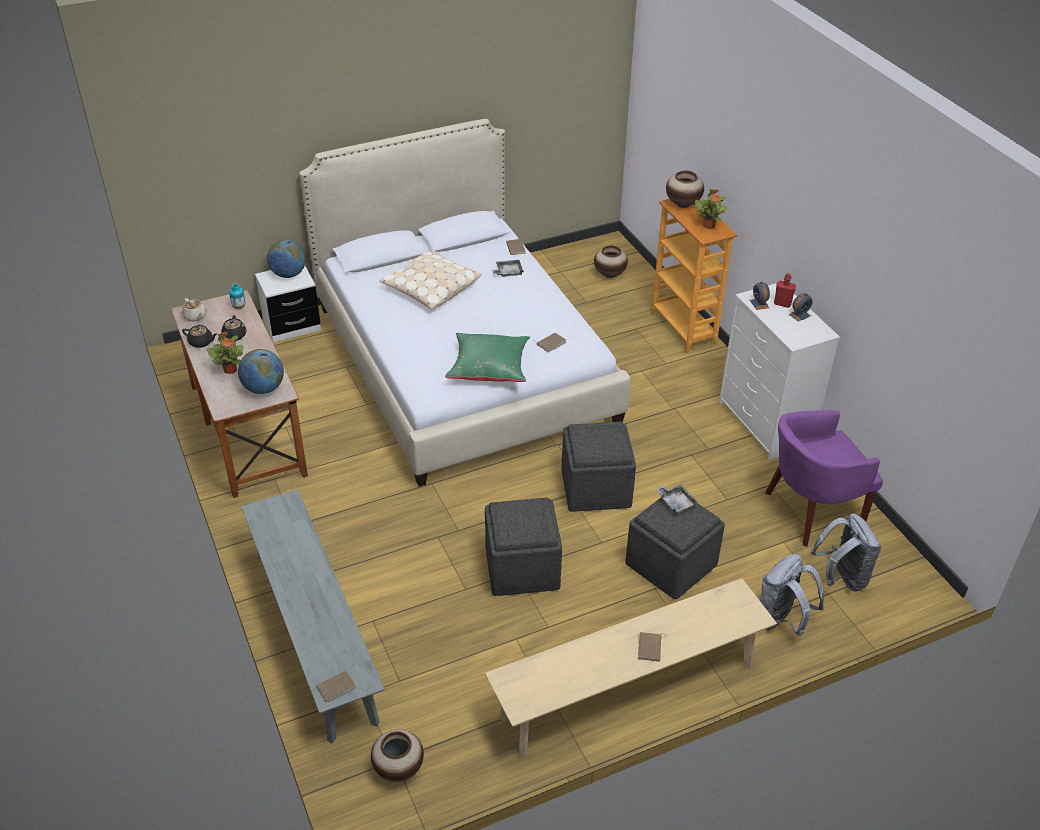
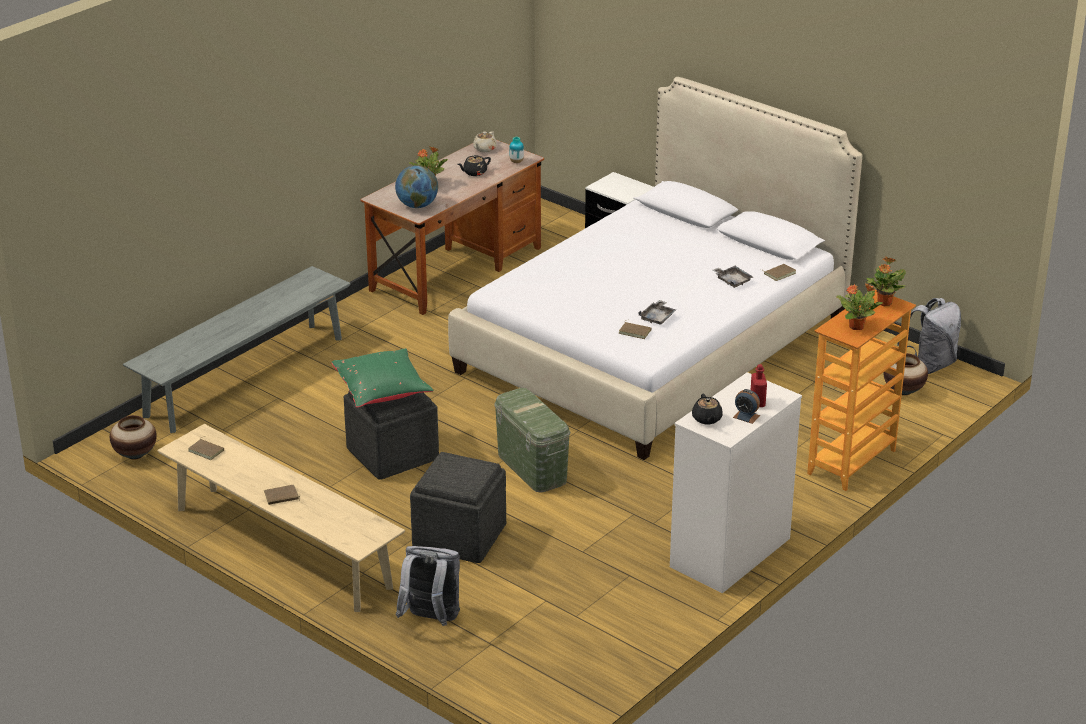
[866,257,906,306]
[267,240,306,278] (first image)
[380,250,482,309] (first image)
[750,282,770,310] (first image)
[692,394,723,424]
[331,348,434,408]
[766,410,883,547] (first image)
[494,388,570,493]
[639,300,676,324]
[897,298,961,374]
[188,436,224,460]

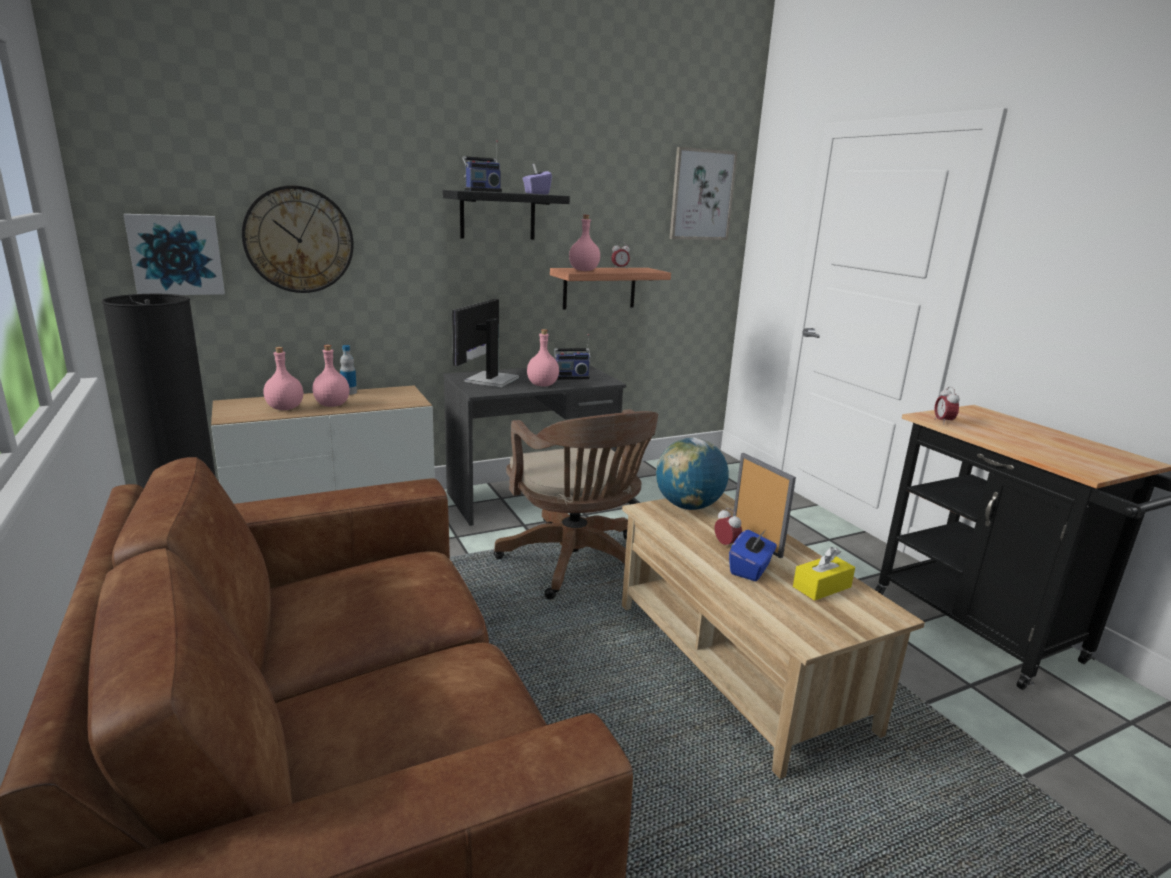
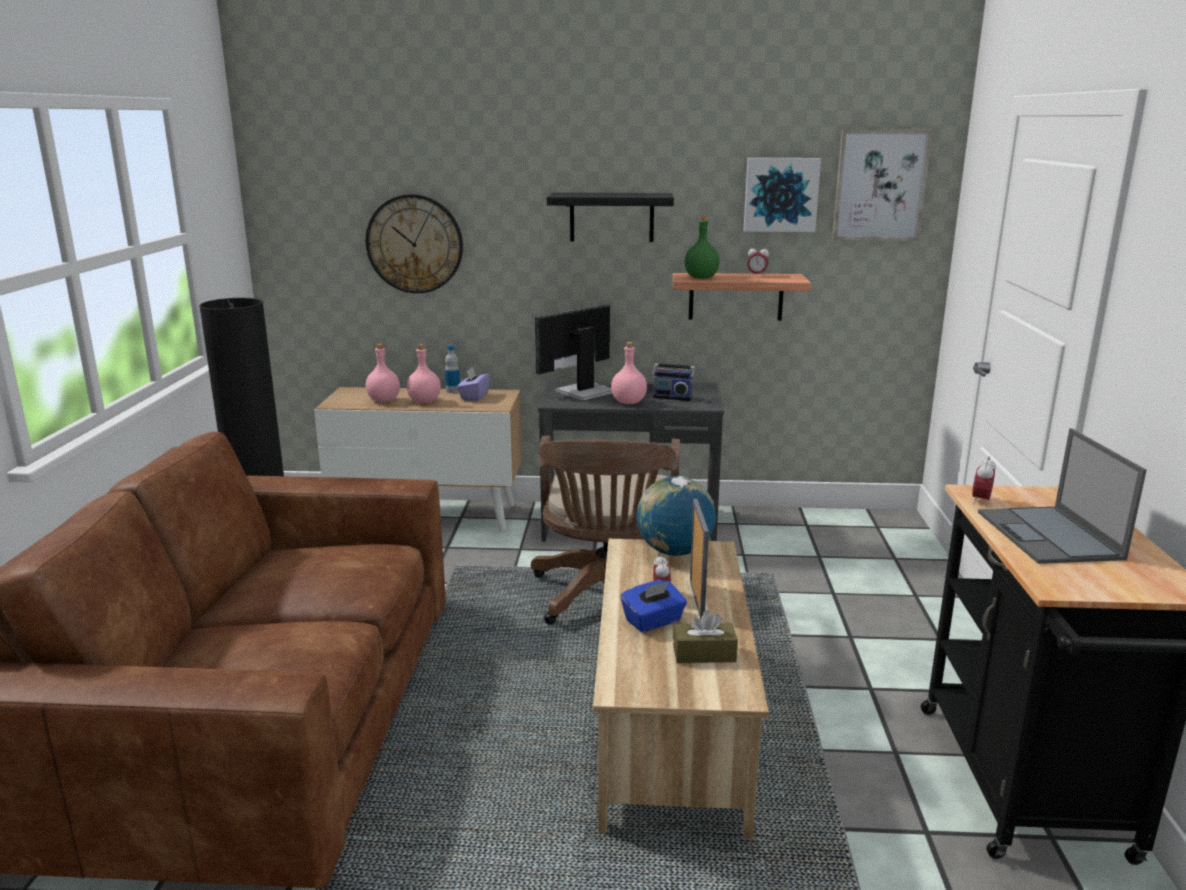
[462,140,502,192] (first image)
[457,367,490,401]
[744,158,821,232]
[685,216,720,279]
[673,610,738,663]
[978,428,1147,564]

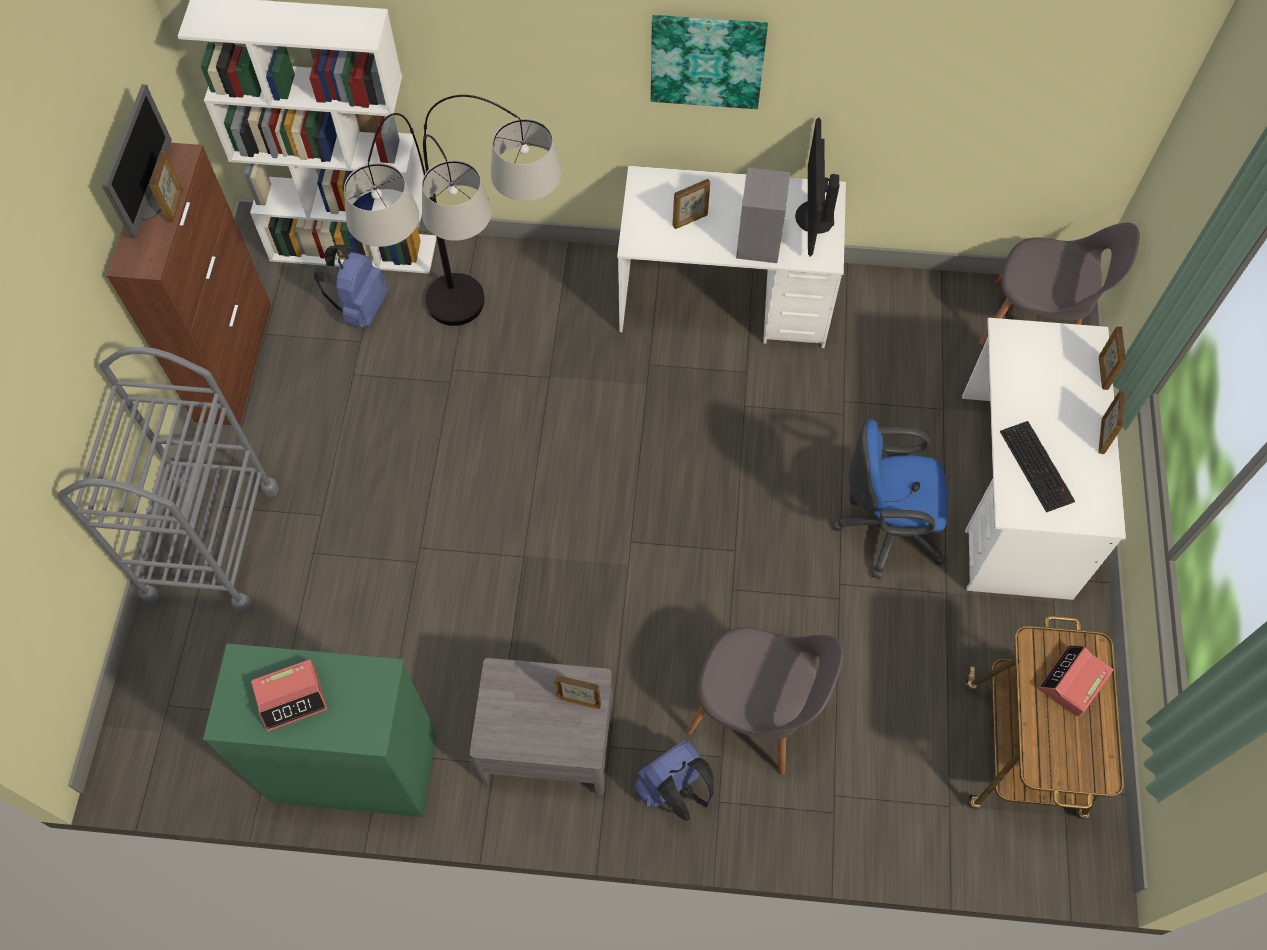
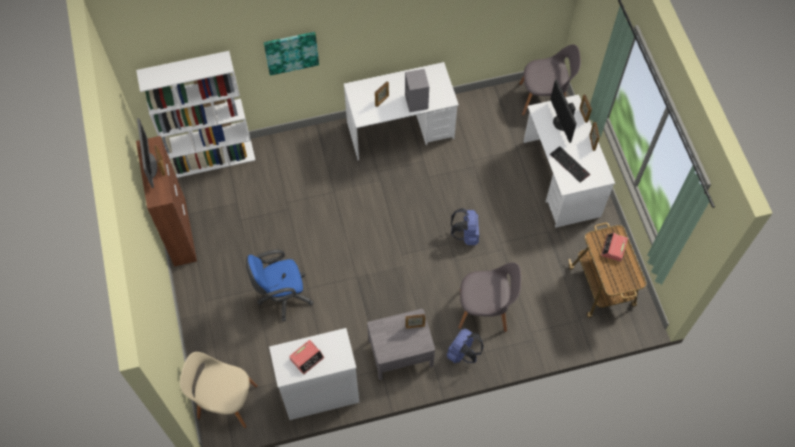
[264,32,319,76]
[344,95,562,326] (first image)
[550,80,577,143]
[451,208,479,245]
[58,347,279,613] (first image)
[246,250,314,321]
[269,328,360,420]
[180,352,258,428]

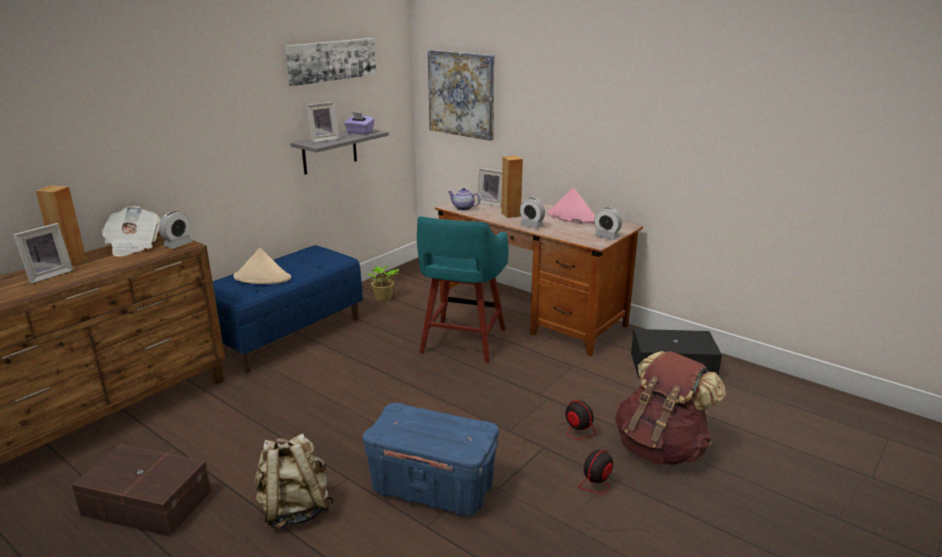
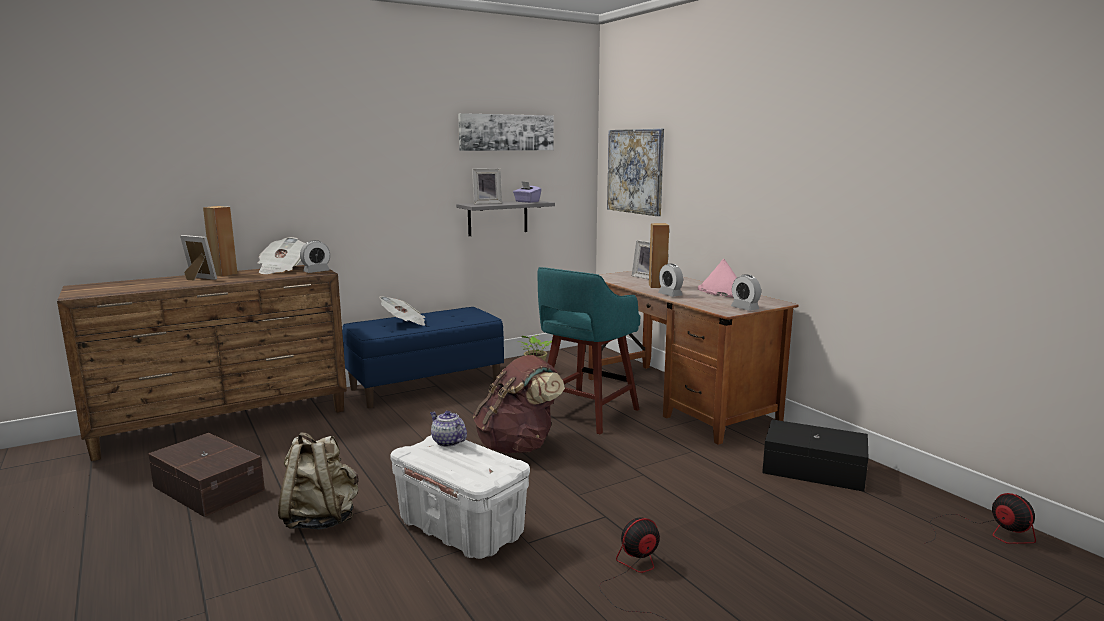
[430,411,467,447]
[180,235,217,280]
[379,296,425,326]
[473,355,565,453]
[924,493,1036,544]
[390,435,530,559]

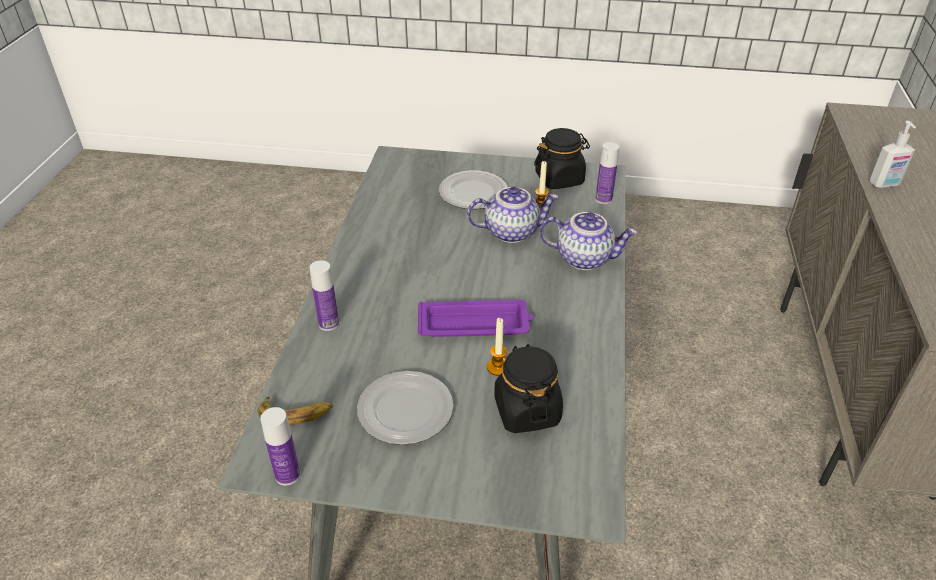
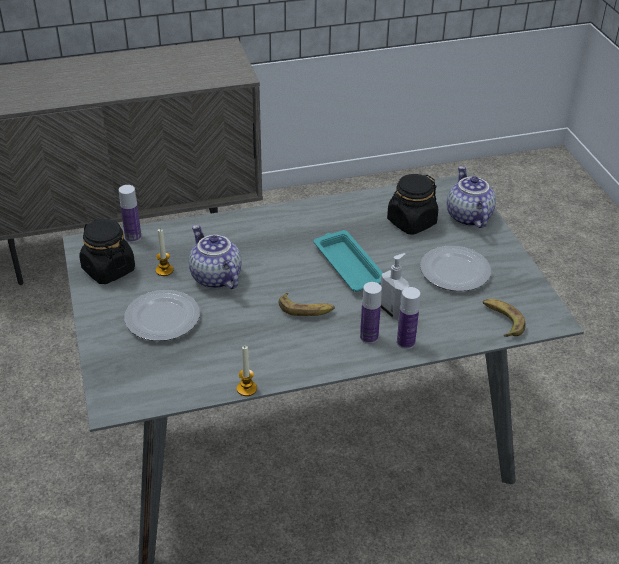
[381,253,409,321]
[447,166,496,228]
[313,230,383,292]
[237,346,257,396]
[360,282,382,344]
[279,293,335,316]

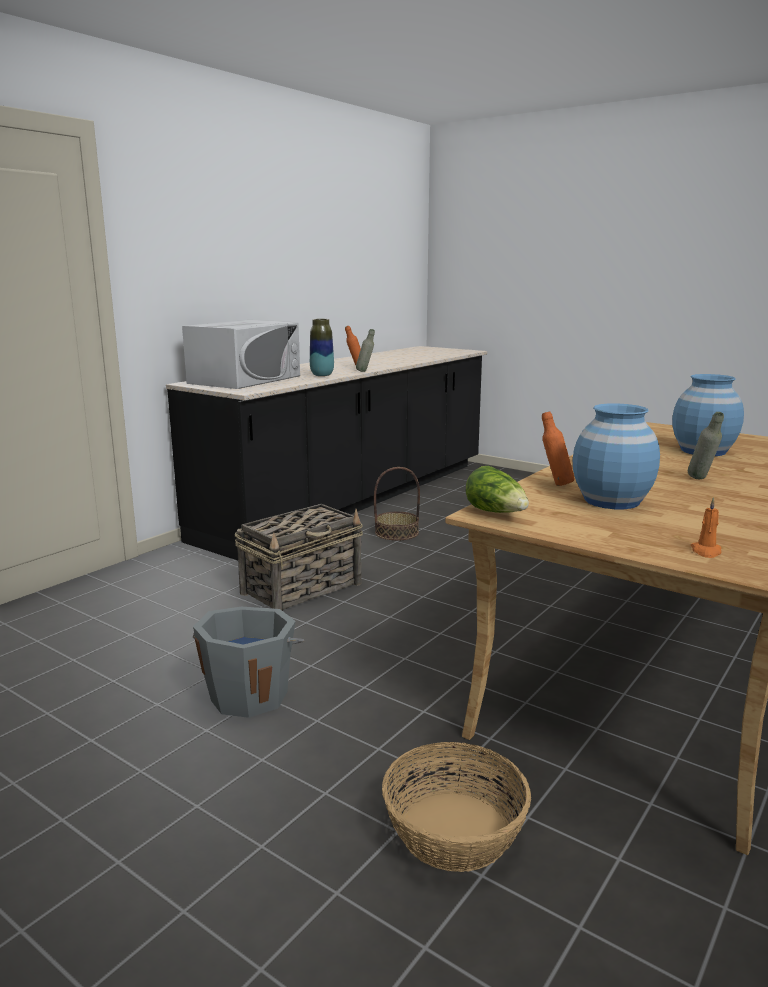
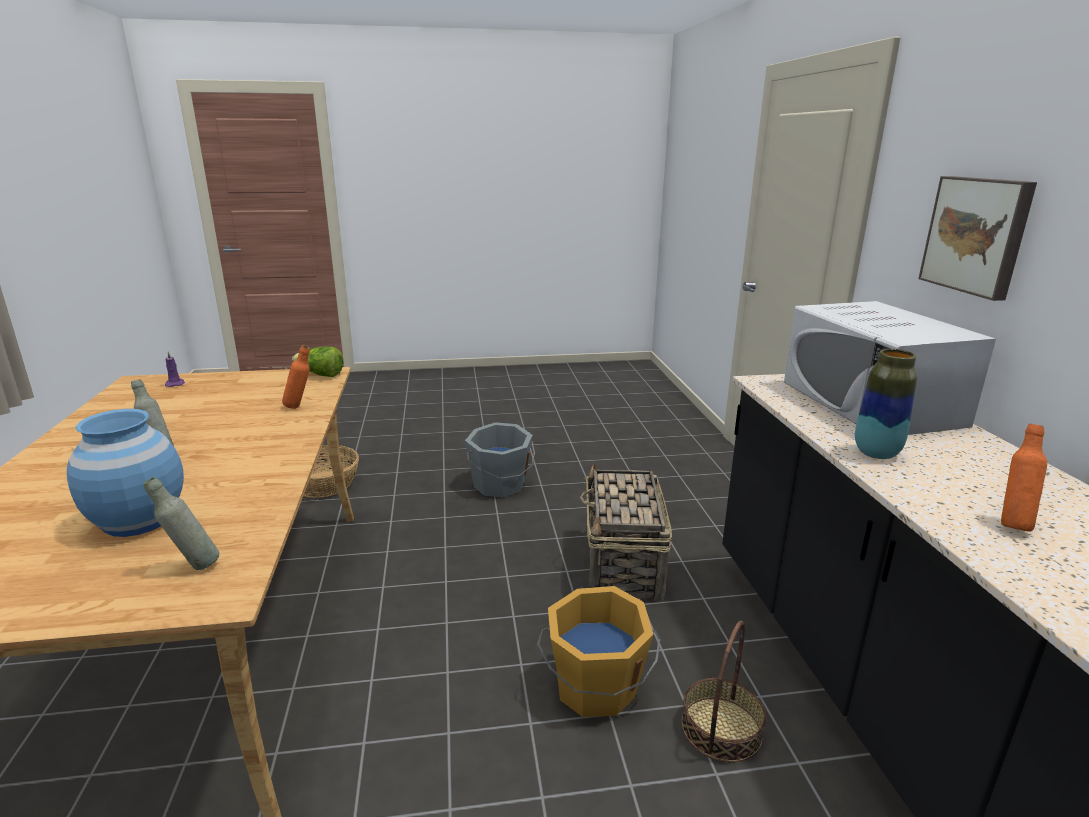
[144,477,219,570]
[573,403,660,509] (first image)
[165,351,185,387]
[918,176,1037,301]
[537,586,660,717]

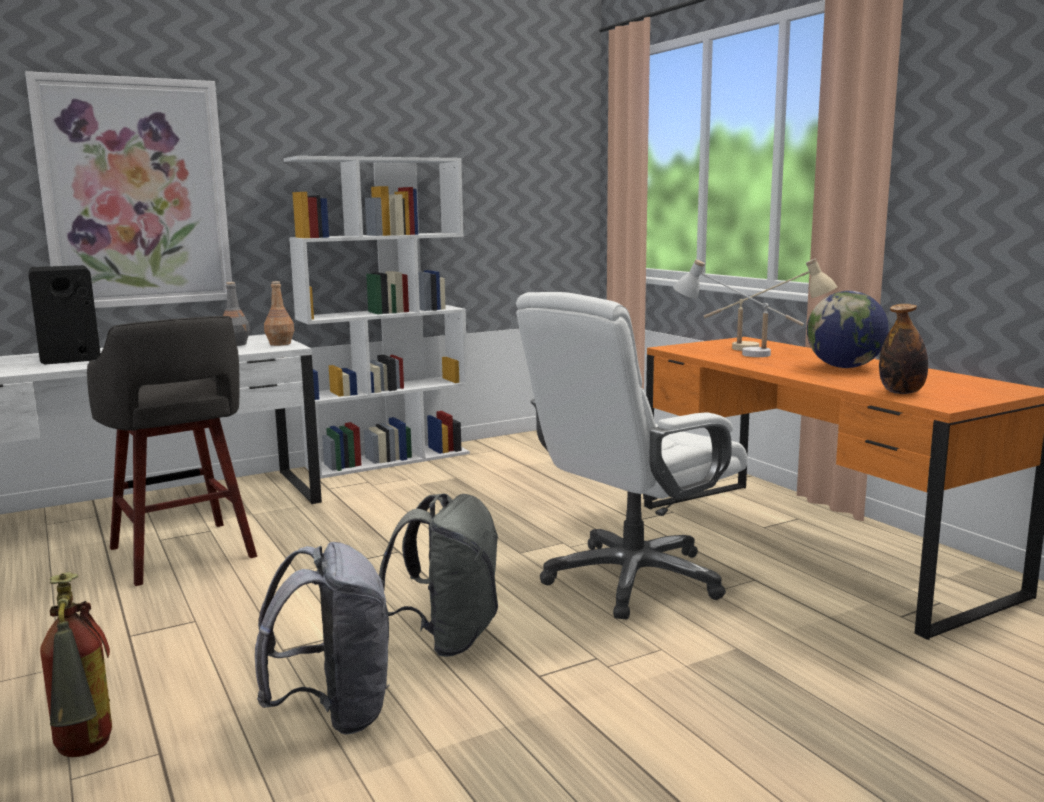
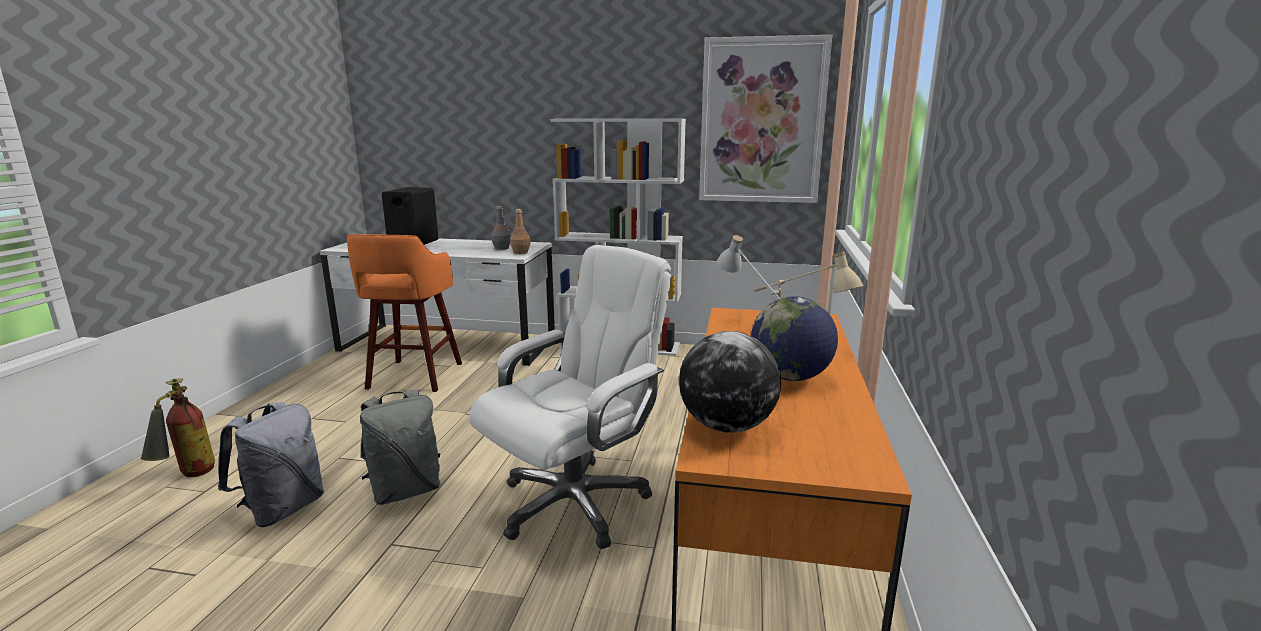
[699,35,832,203]
[469,245,671,549]
[679,331,781,433]
[347,234,462,392]

